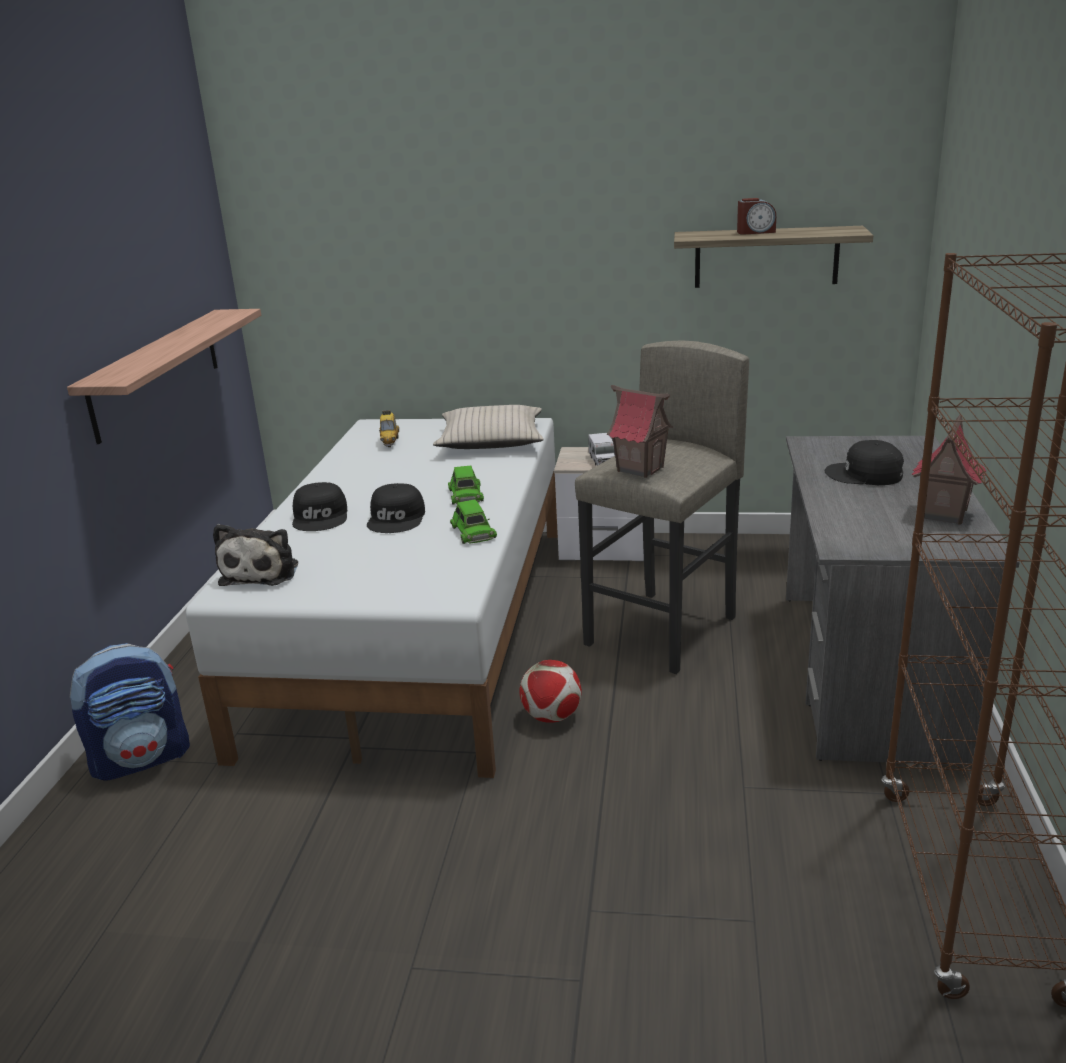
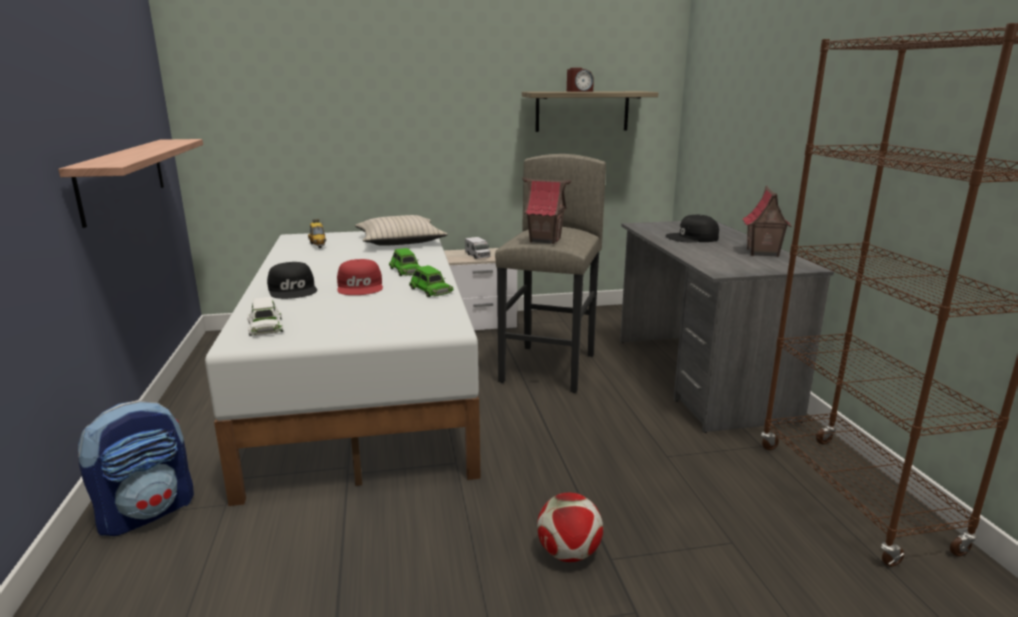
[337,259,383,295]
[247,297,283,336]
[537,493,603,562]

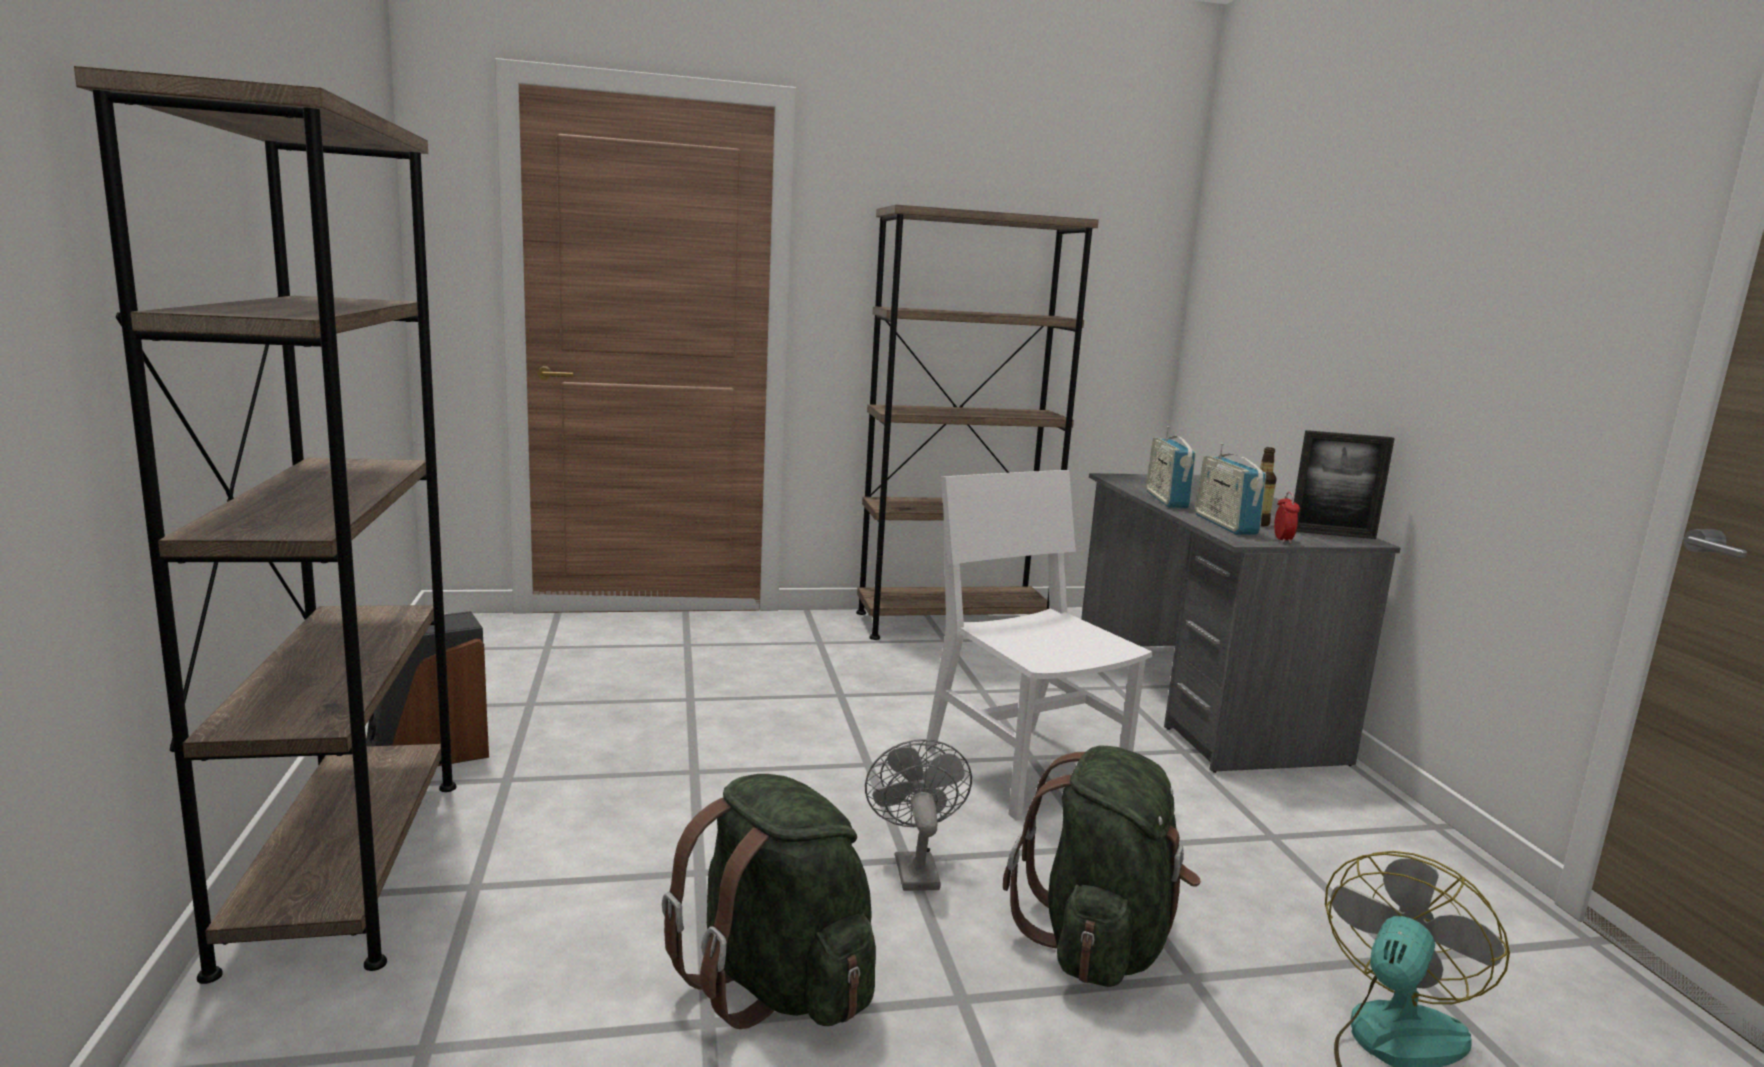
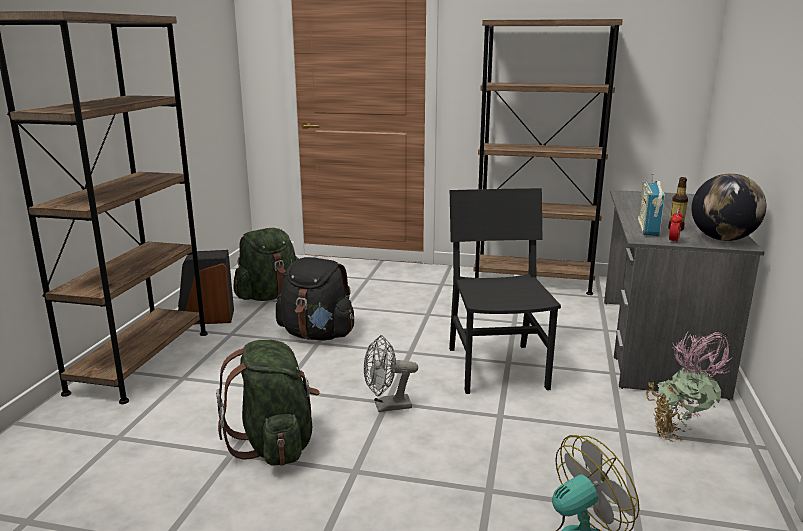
[1146,426,1196,508] (first image)
[691,174,766,241]
[449,188,561,394]
[364,335,418,412]
[233,228,299,301]
[276,257,354,340]
[646,331,730,443]

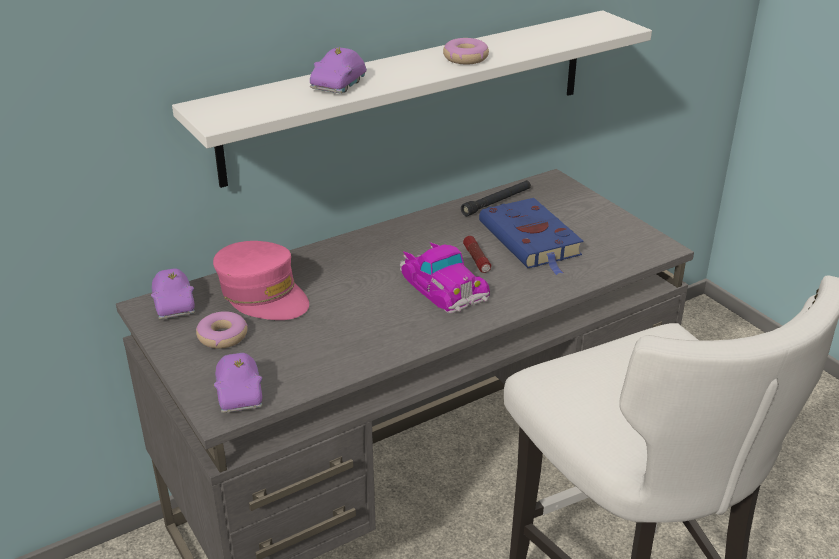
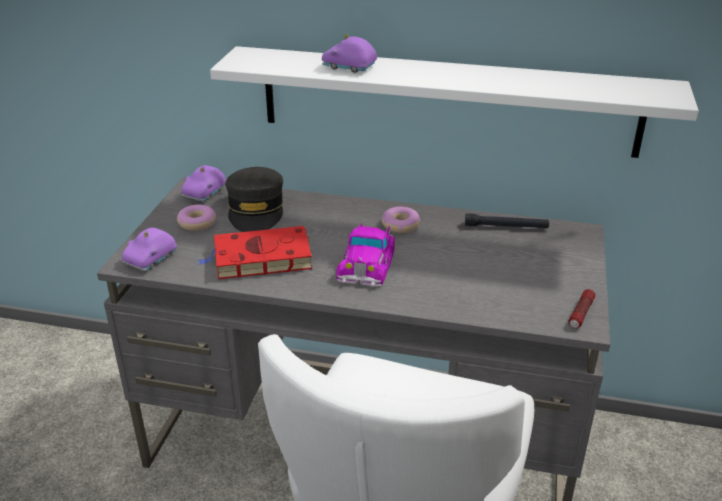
[381,207,420,233]
[322,34,377,73]
[479,198,583,275] (first image)
[568,289,596,328]
[225,167,284,232]
[198,226,312,279]

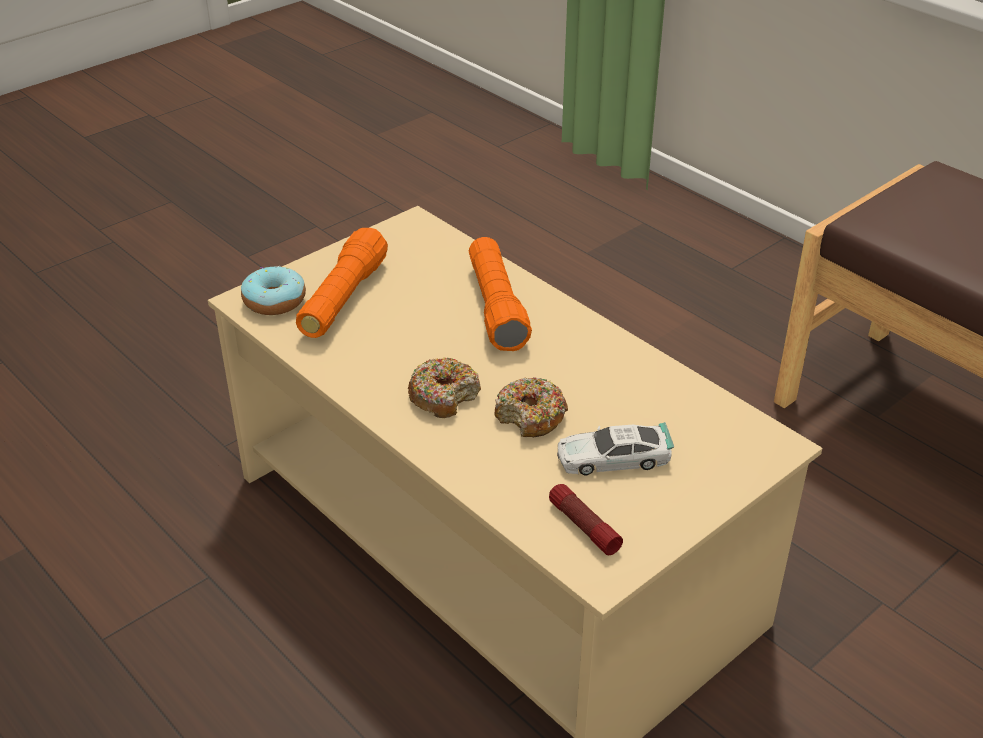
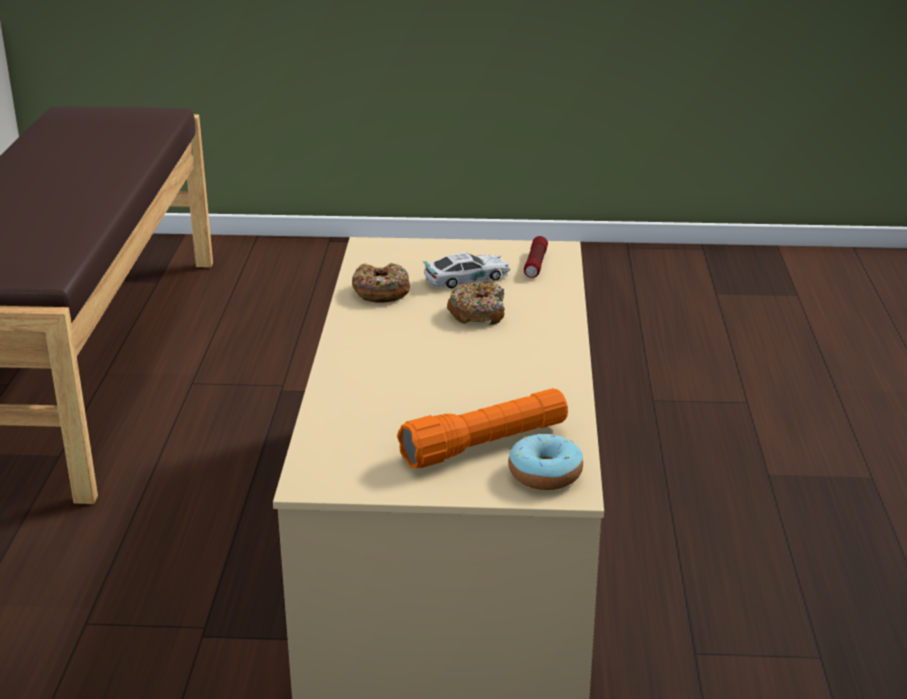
[469,237,532,351] (first image)
[352,263,410,303]
[422,252,510,288]

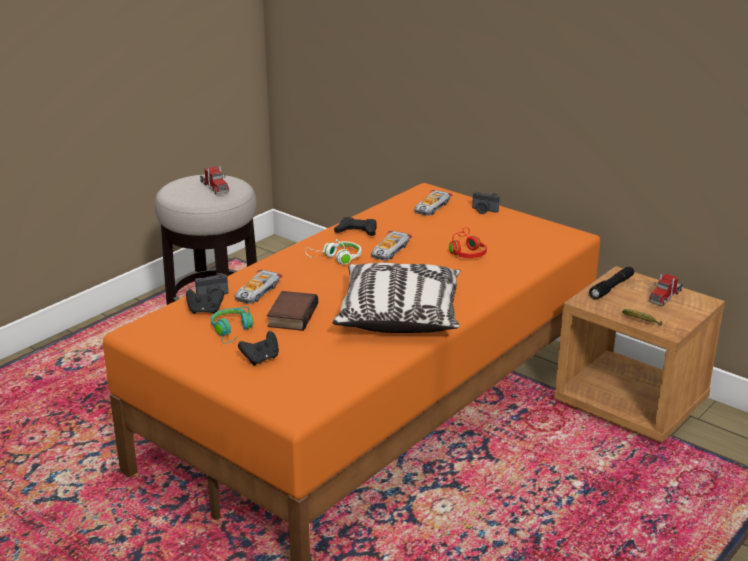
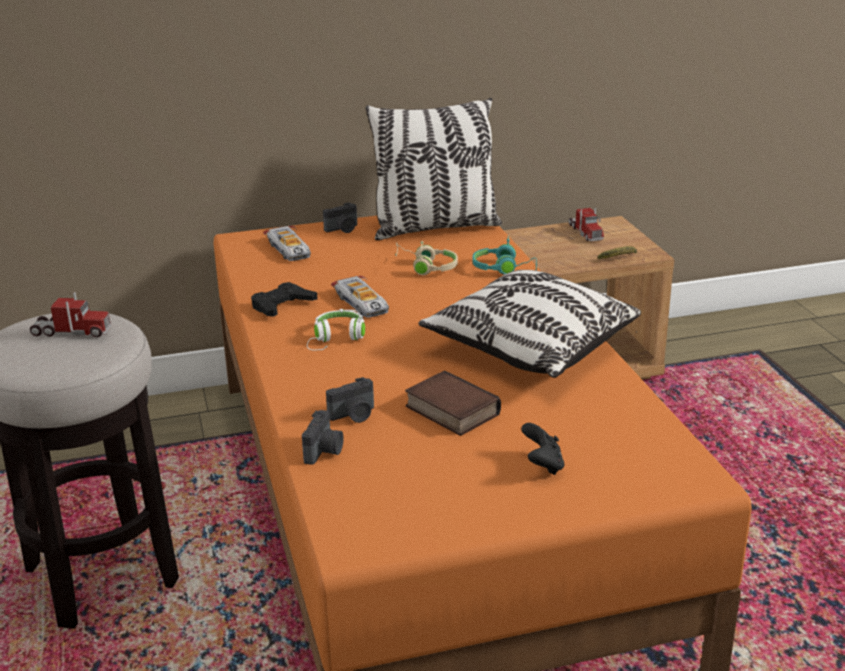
[395,241,458,275]
[589,267,634,300] (first image)
[326,377,374,423]
[186,289,224,314] (first image)
[473,236,537,275]
[366,98,502,240]

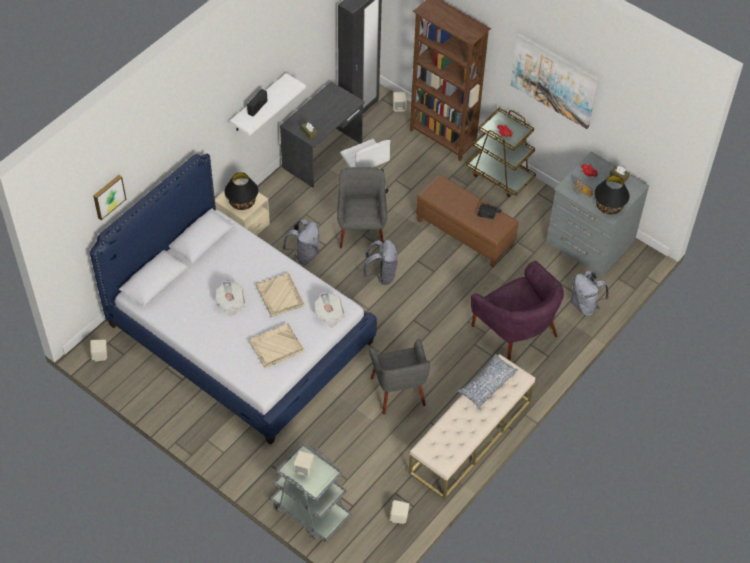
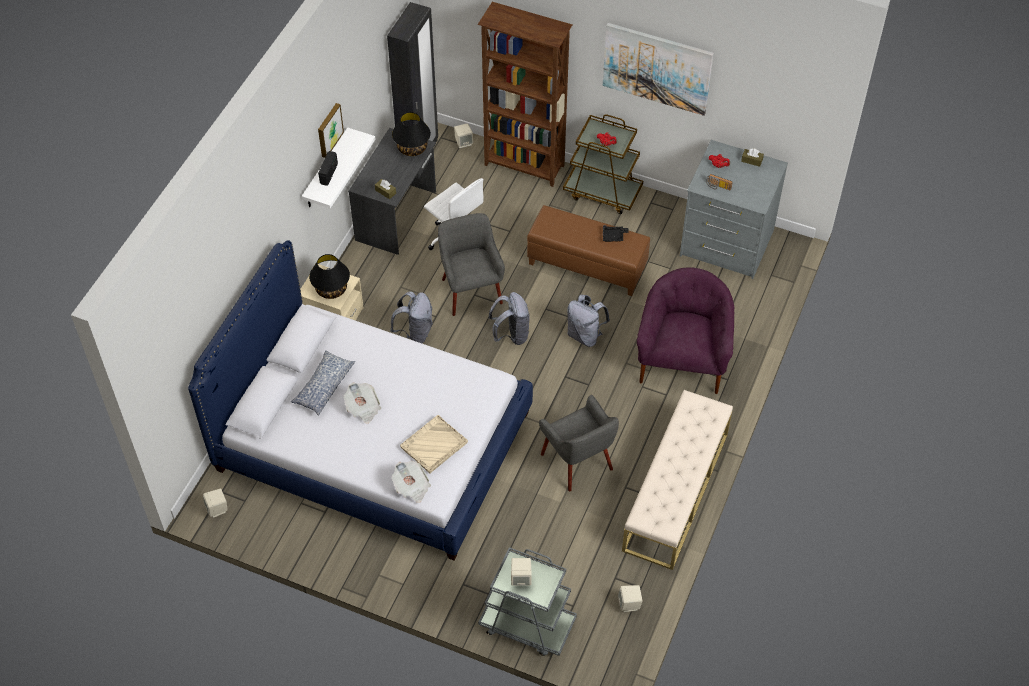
[318,103,344,158]
[392,112,431,156]
[637,268,734,394]
[567,294,610,347]
[256,273,305,317] (first image)
[391,461,431,503]
[291,350,355,416]

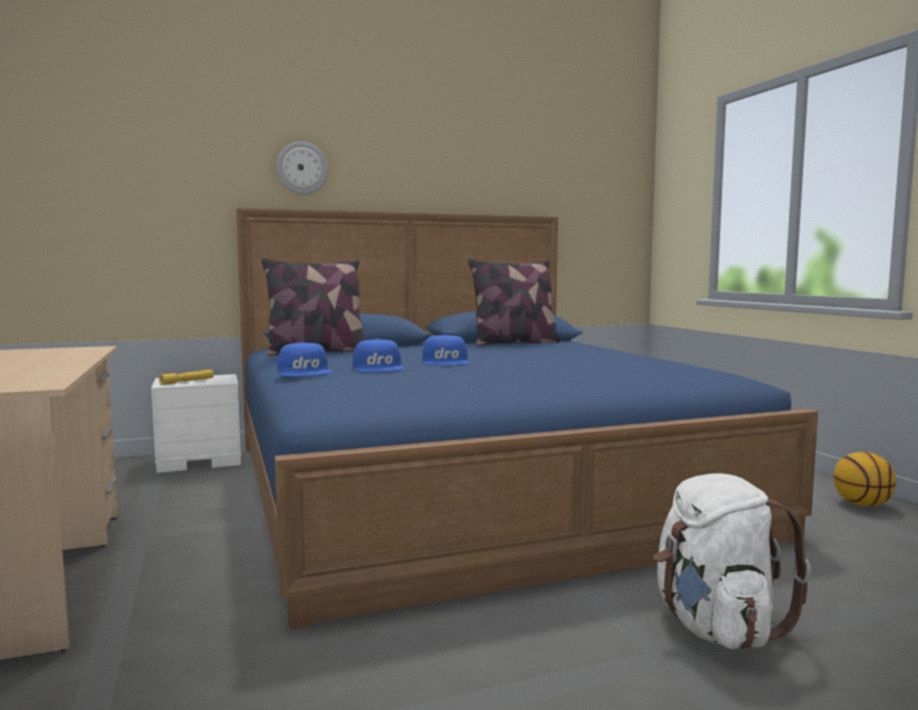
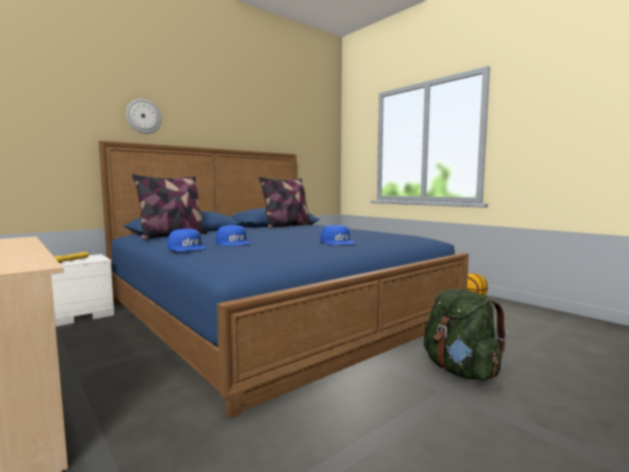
[320,224,356,245]
[424,289,507,381]

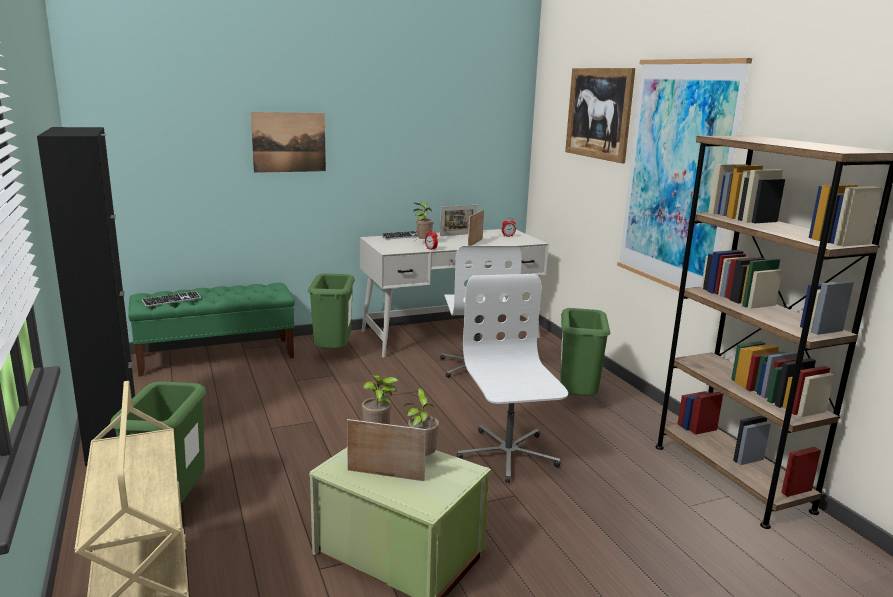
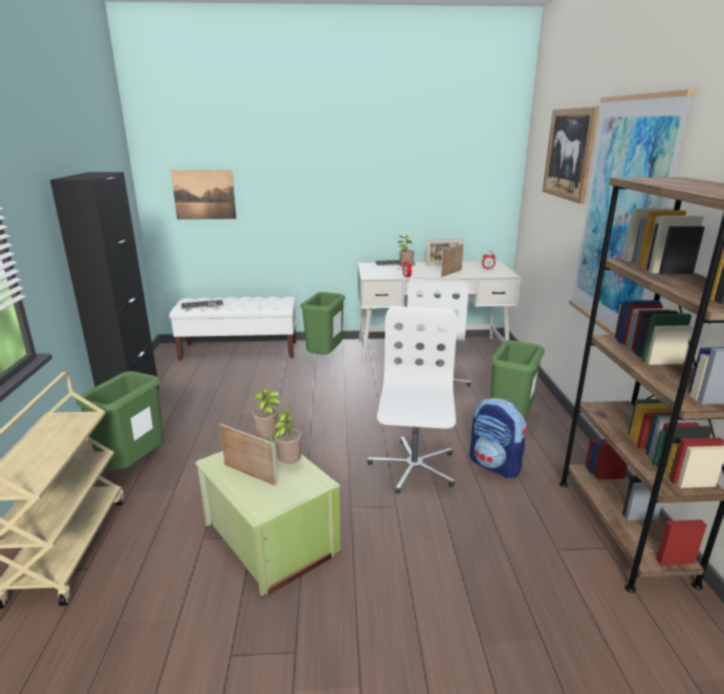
[171,170,236,220]
[169,297,296,361]
[469,398,528,478]

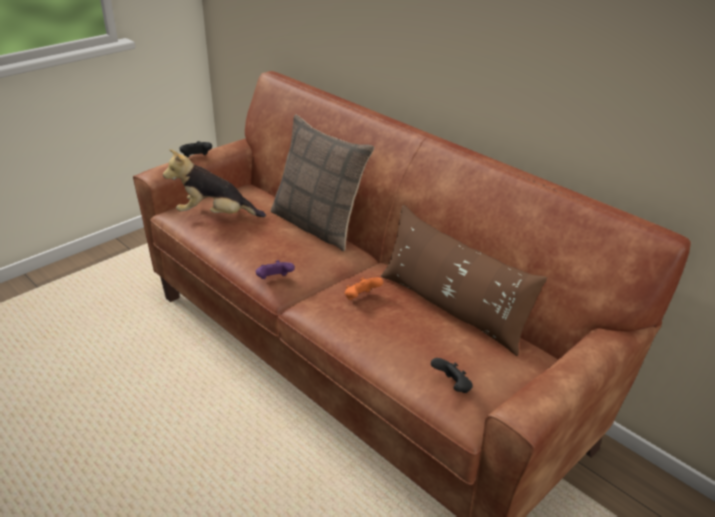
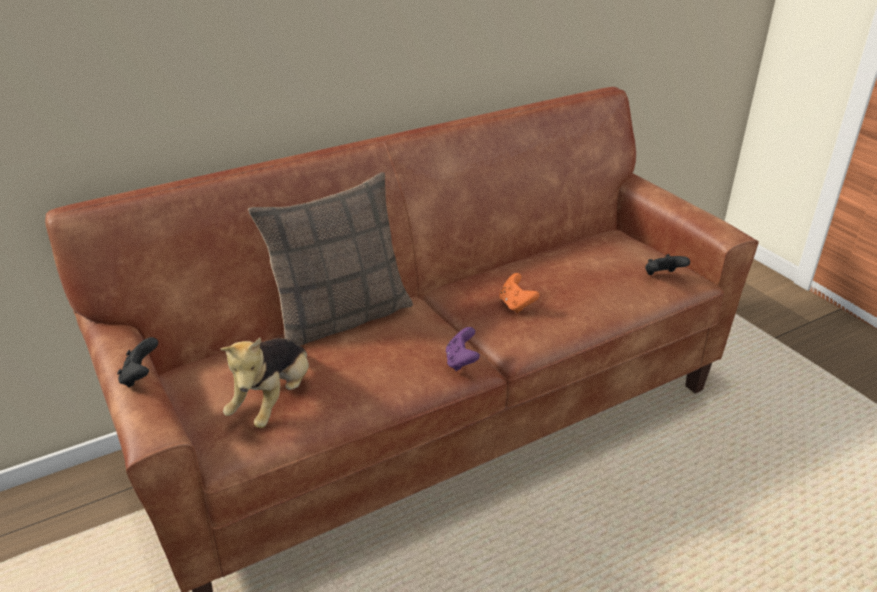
[381,205,547,356] (first image)

